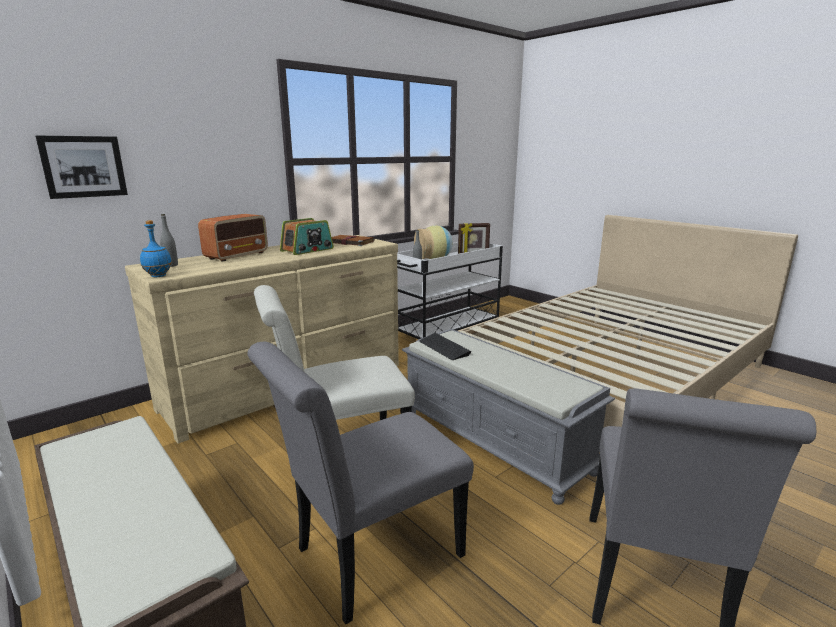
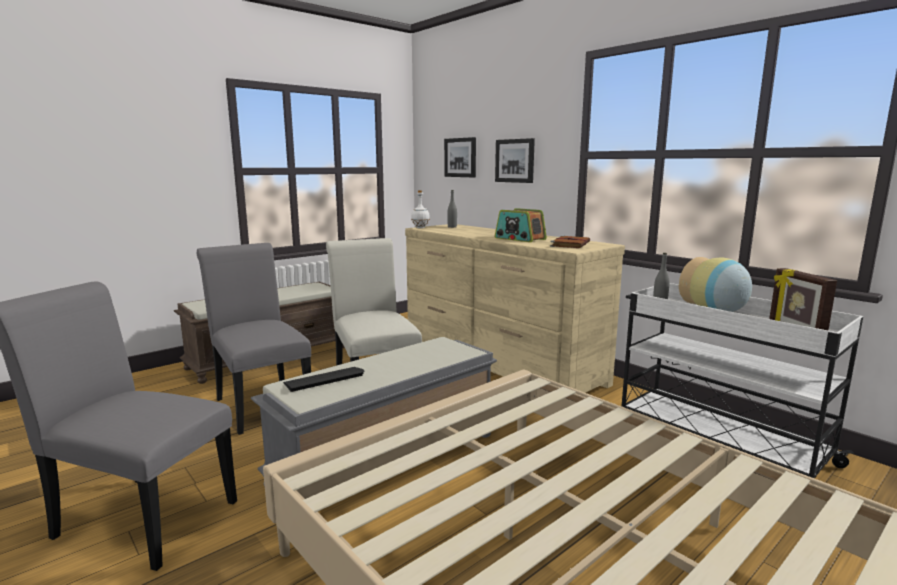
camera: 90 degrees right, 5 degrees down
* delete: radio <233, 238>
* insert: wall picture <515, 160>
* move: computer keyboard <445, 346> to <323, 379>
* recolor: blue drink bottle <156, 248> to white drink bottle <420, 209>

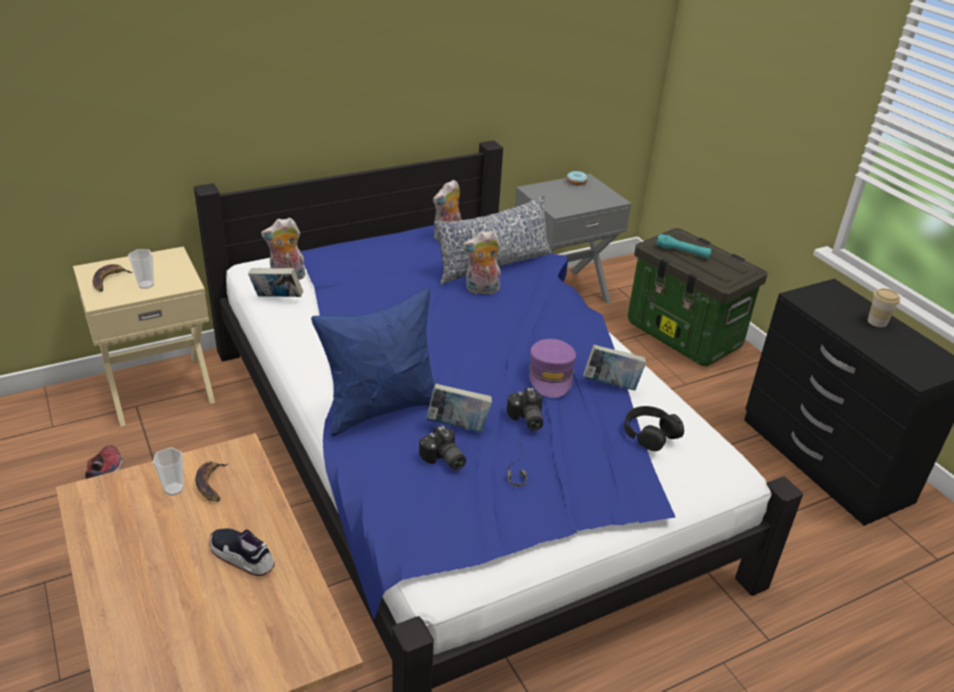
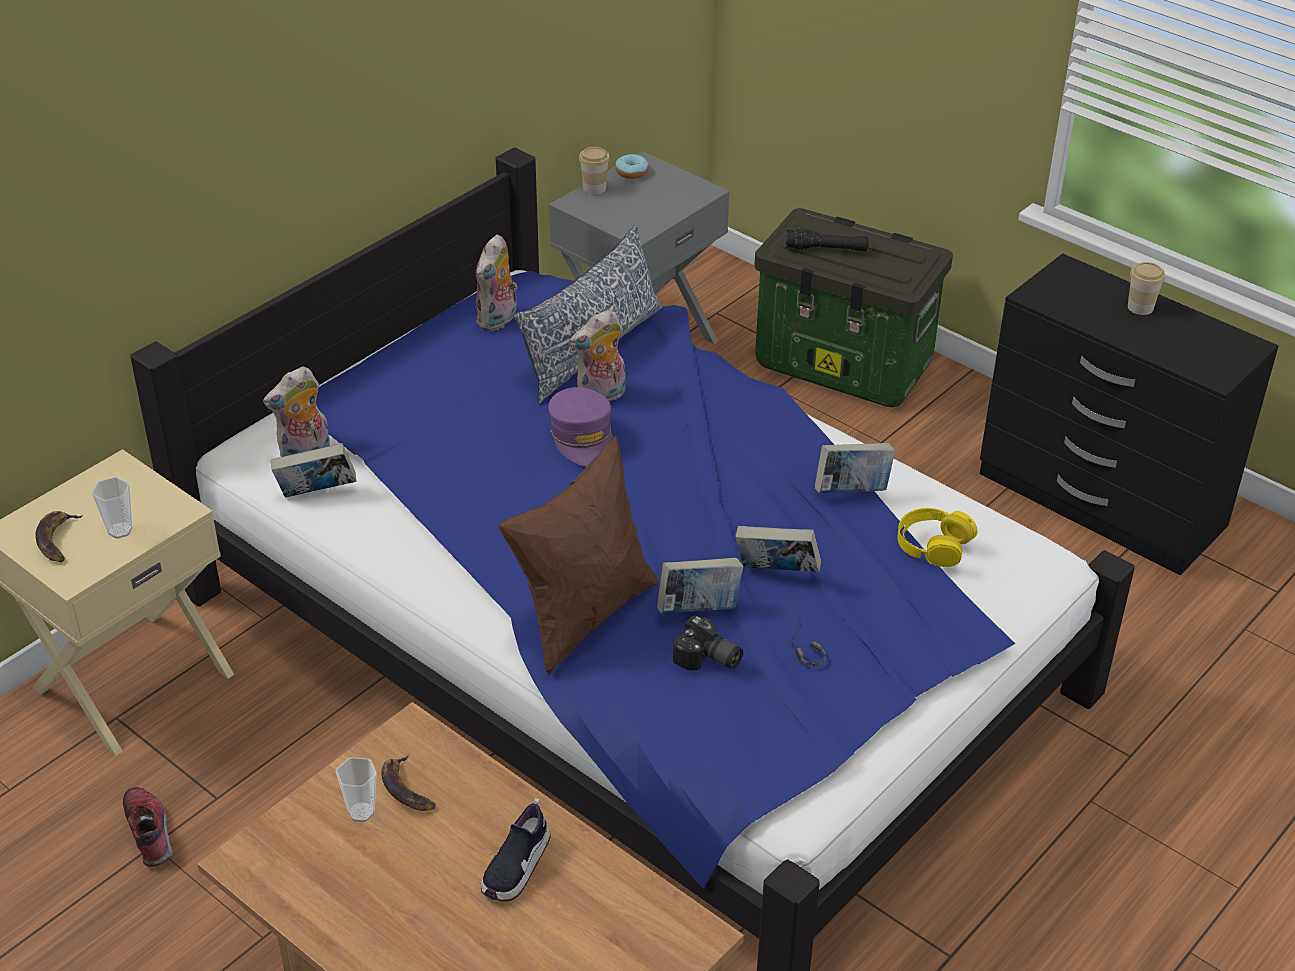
camera: 20 degrees left, 5 degrees up
* insert: cup <594, 171>
* move: purplish baseball cap <552, 368> to <580, 427>
* replace: still camera <525, 409> to volume <778, 549>
* recolor: blue pillow <373, 362> to brown pillow <578, 555>
* recolor: black-coloured headset <654, 428> to yellowish headset <937, 537>
* recolor: turquoise torch <684, 246> to black-coloured torch <827, 240>
* rotate: shoe <242, 552> = <516, 850> 75 degrees counterclockwise

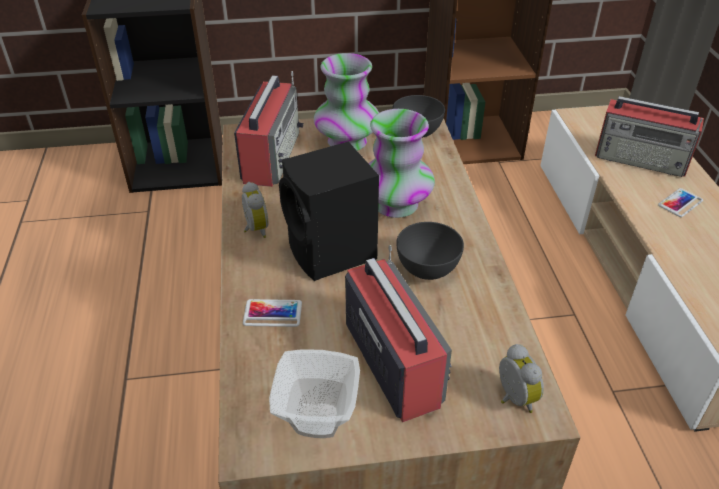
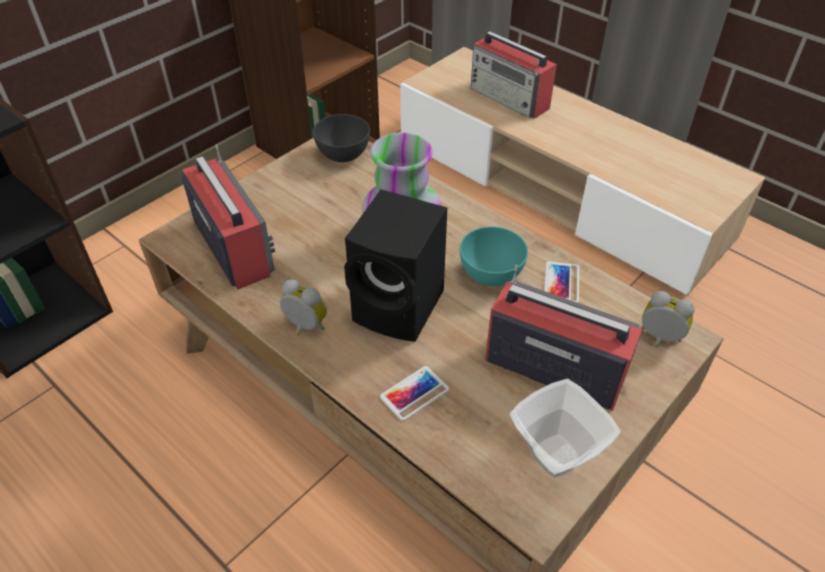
camera: 40 degrees left, 5 degrees up
* delete: decorative vase <346, 102>
* move: telephone <680, 202> to <561, 282>
* recolor: greyish serving bowl <430, 251> to turquoise serving bowl <494, 256>
* rotate: radio <649, 136> = <514, 75> 60 degrees clockwise

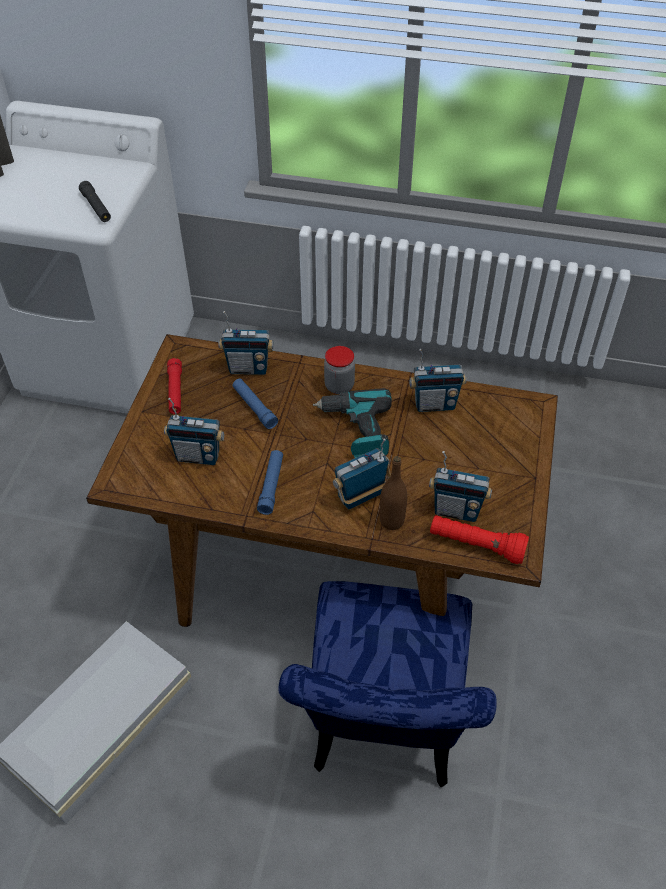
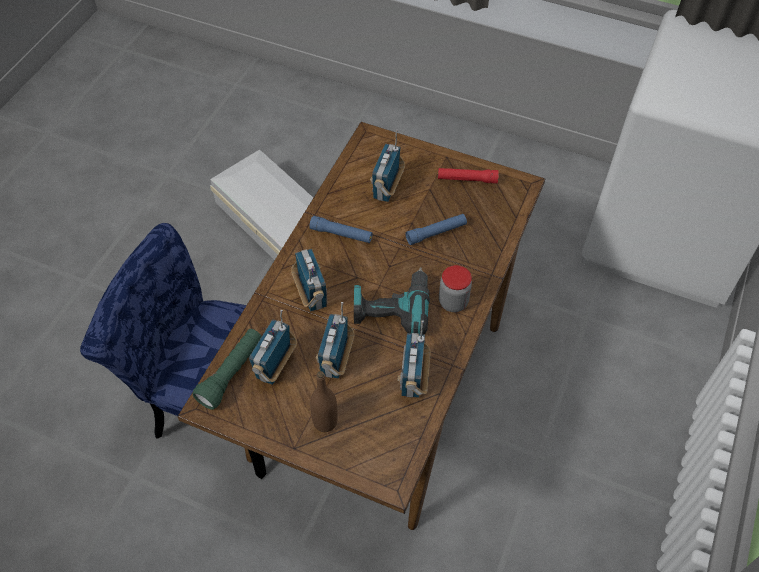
camera: 100 degrees right, 5 degrees up
* delete: black-coloured torch <95, 201>
* move: radio <246, 343> to <335, 340>
* move: brown drink bottle <393, 493> to <324, 401>
* recolor: red-coloured torch <479, 539> to green-coloured torch <227, 369>

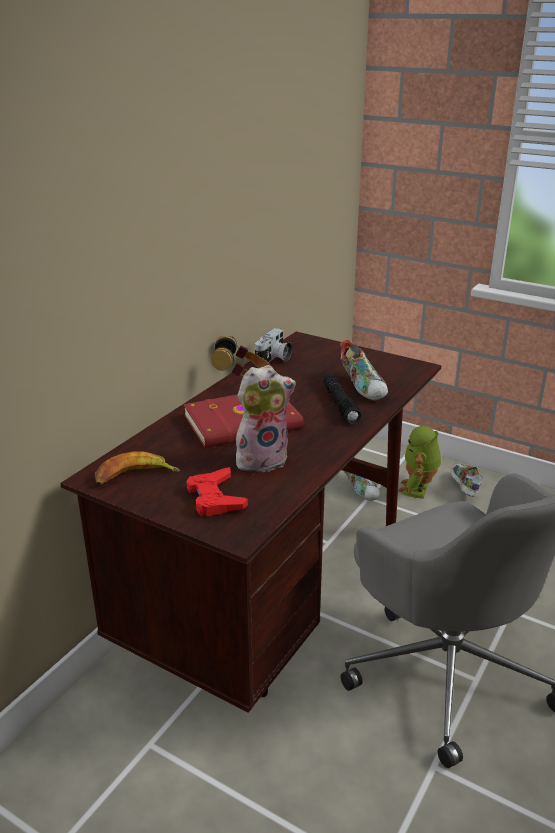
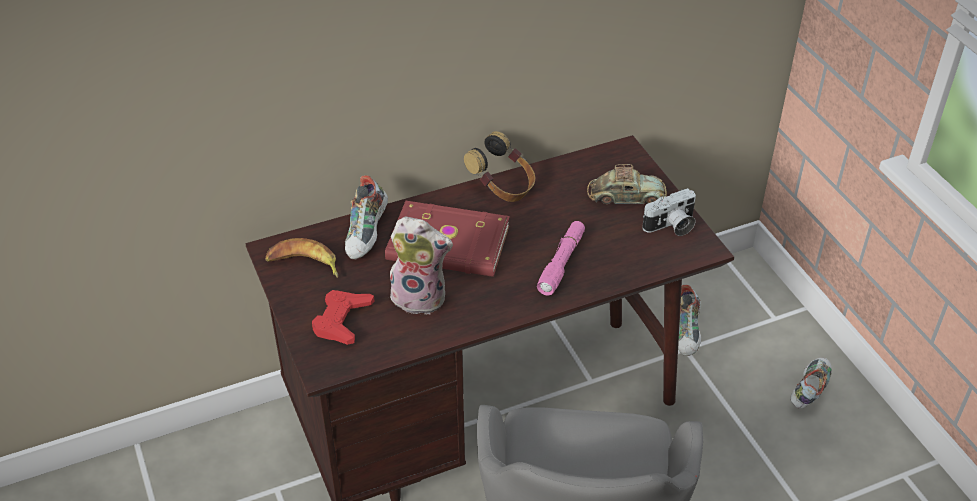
camera: 35 degrees right, 15 degrees up
* delete: toy robot <419, 462>
* insert: miniature car <627, 184>
* move: still camera <273, 345> to <669, 212>
* move: shoe <364, 370> to <366, 217>
* recolor: black-coloured torch <342, 399> to pinkish torch <561, 258>

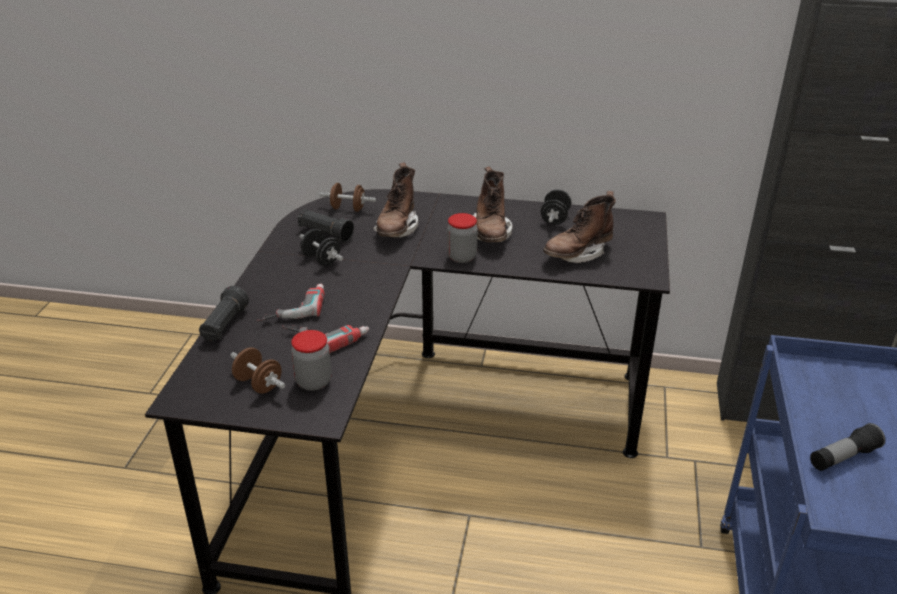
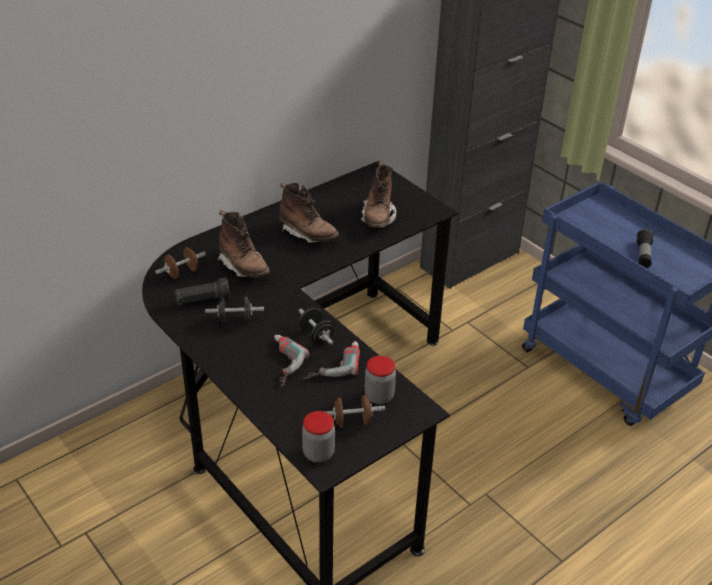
camera: 50 degrees left, 5 degrees up
* delete: black-coloured torch <224, 313>
* move: jar <462, 238> to <318, 437>
* move: black-coloured hand weight <556, 207> to <316, 326>

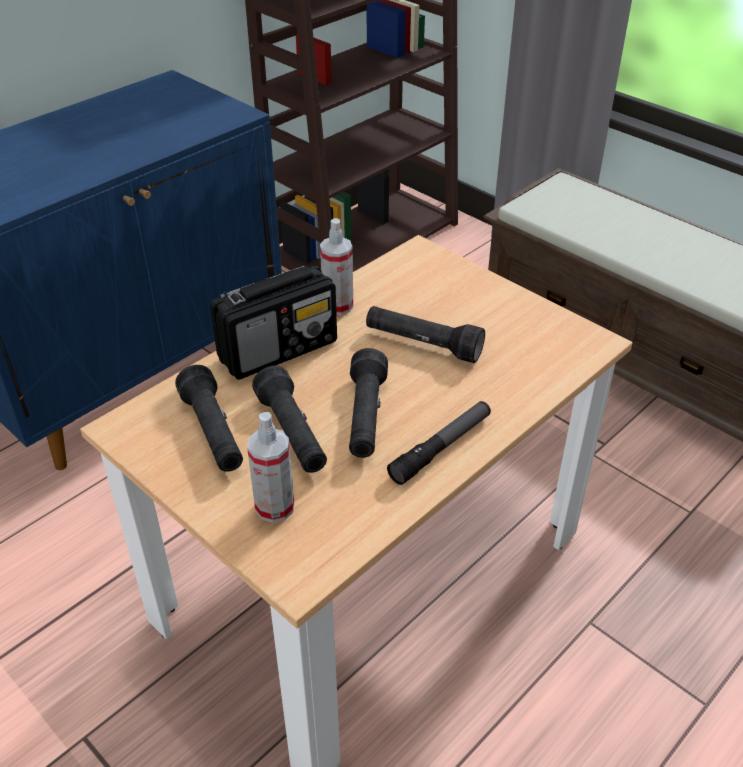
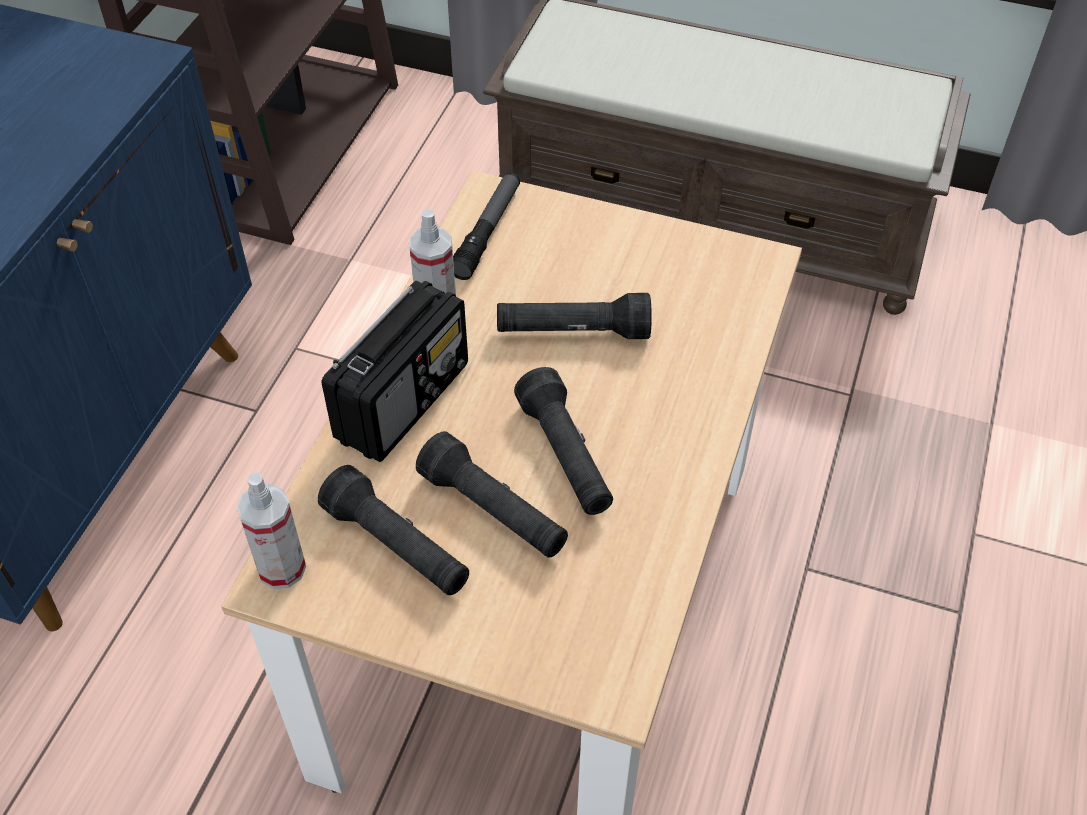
camera: 25 degrees left, 10 degrees up
* move: hand sprayer <270, 467> to <271, 530>
* move: torch <439, 443> to <486, 226>

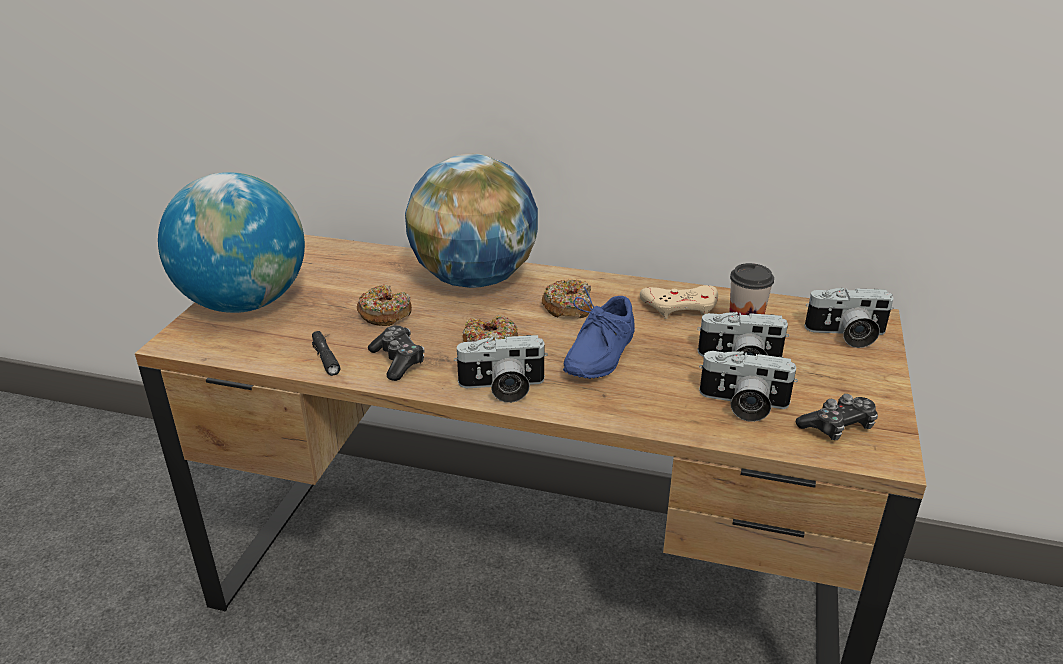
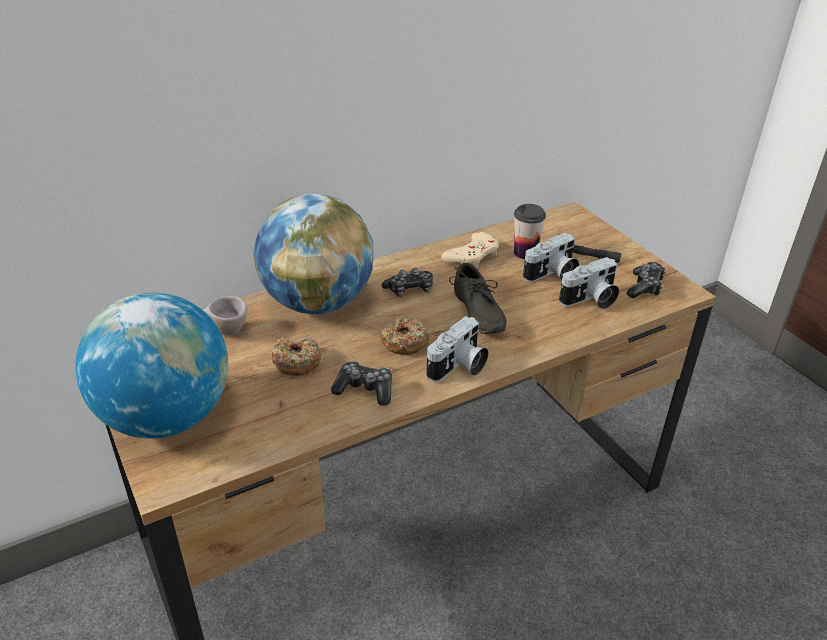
camera: 45 degrees left, 5 degrees up
* delete: still camera <848, 318>
* insert: beige cup <225, 316>
* move: black-coloured torch <326, 353> to <597, 254>
* replace: ring doughnut <567, 299> to joypad <407, 282>
* recolor: blue shoe <599, 333> to greyish shoe <478, 298>

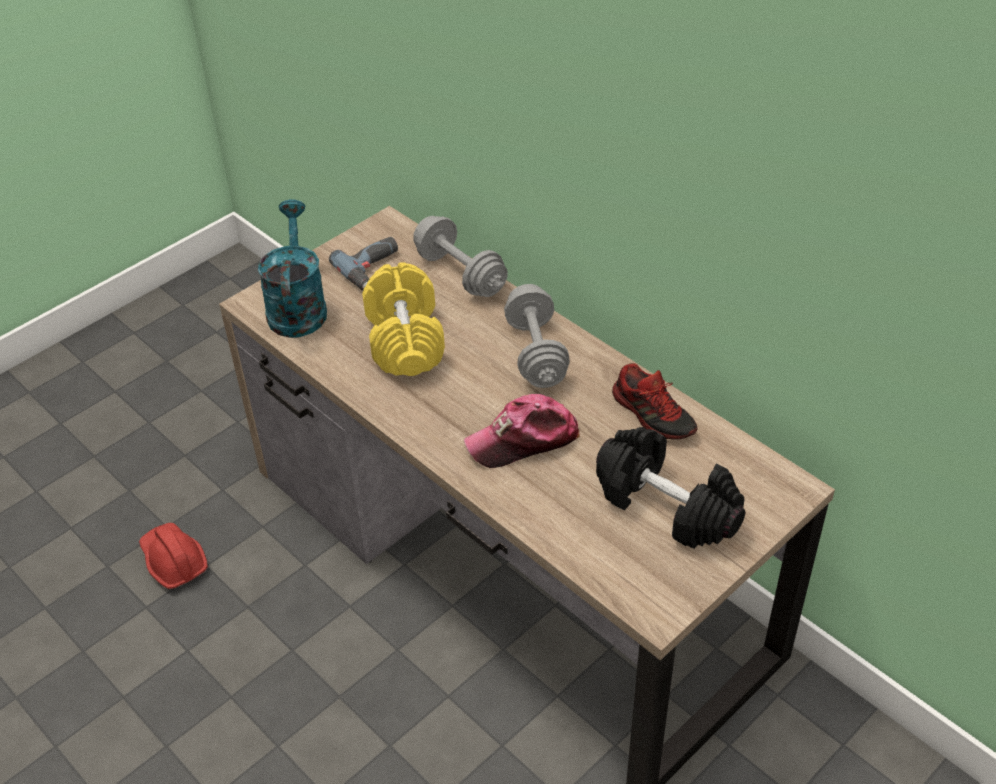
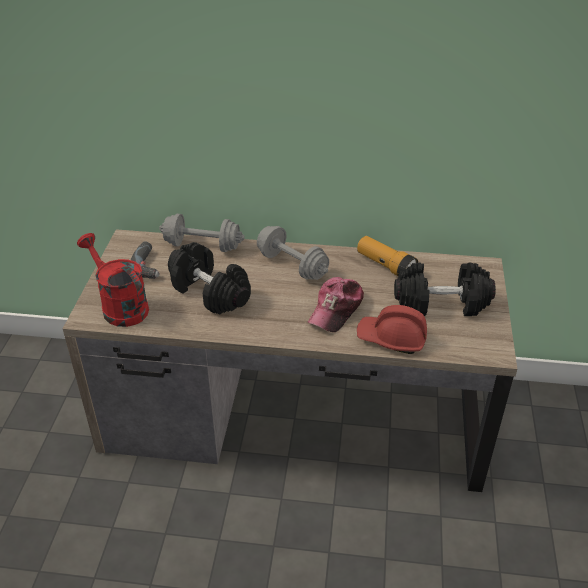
camera: 40 degrees left, 5 degrees down
* move: red-coloured hard hat <173, 556> to <392, 329>
* replace: shoe <655, 401> to torch <387, 256>
* recolor: turquoise watering pot <292, 268> to red-coloured watering pot <113, 280>
* recolor: yellowish hand weight <403, 319> to black-coloured hand weight <209, 278>

